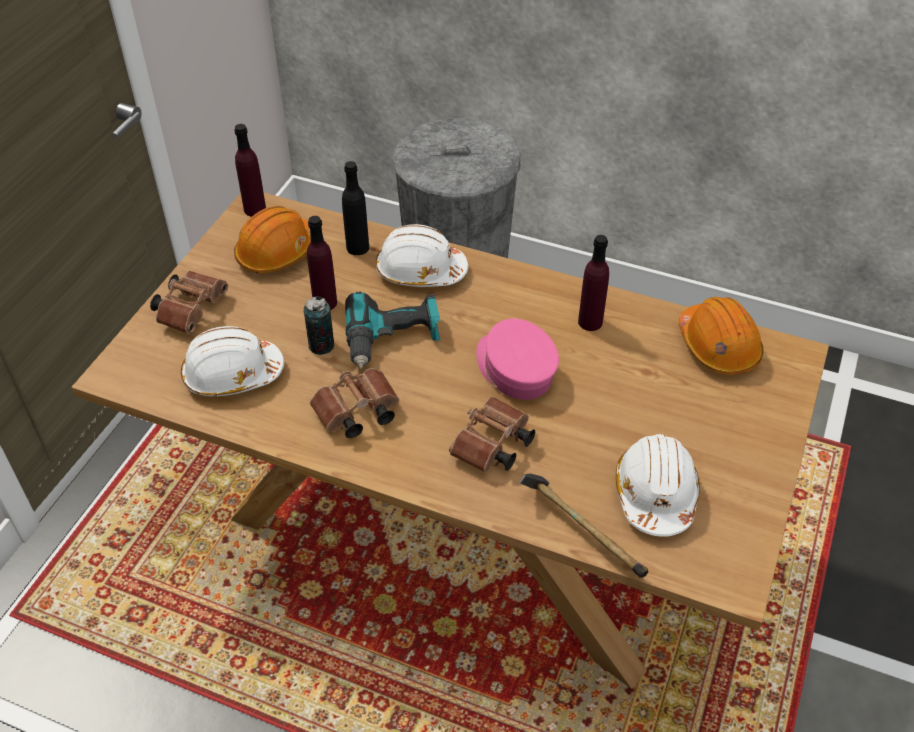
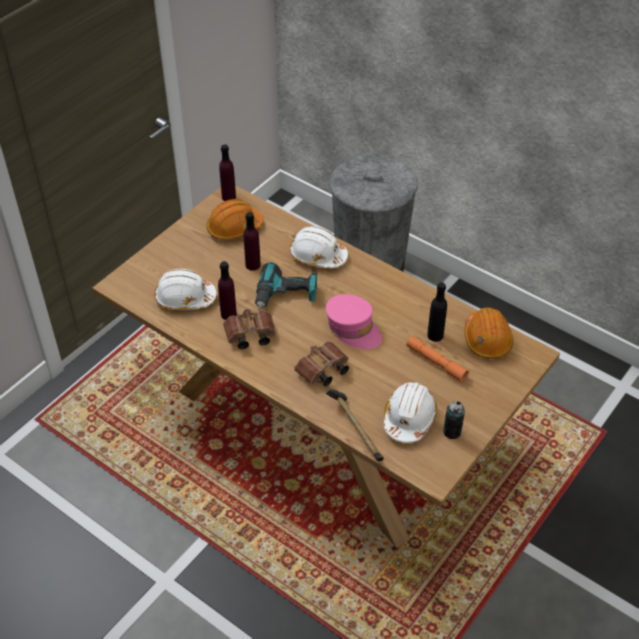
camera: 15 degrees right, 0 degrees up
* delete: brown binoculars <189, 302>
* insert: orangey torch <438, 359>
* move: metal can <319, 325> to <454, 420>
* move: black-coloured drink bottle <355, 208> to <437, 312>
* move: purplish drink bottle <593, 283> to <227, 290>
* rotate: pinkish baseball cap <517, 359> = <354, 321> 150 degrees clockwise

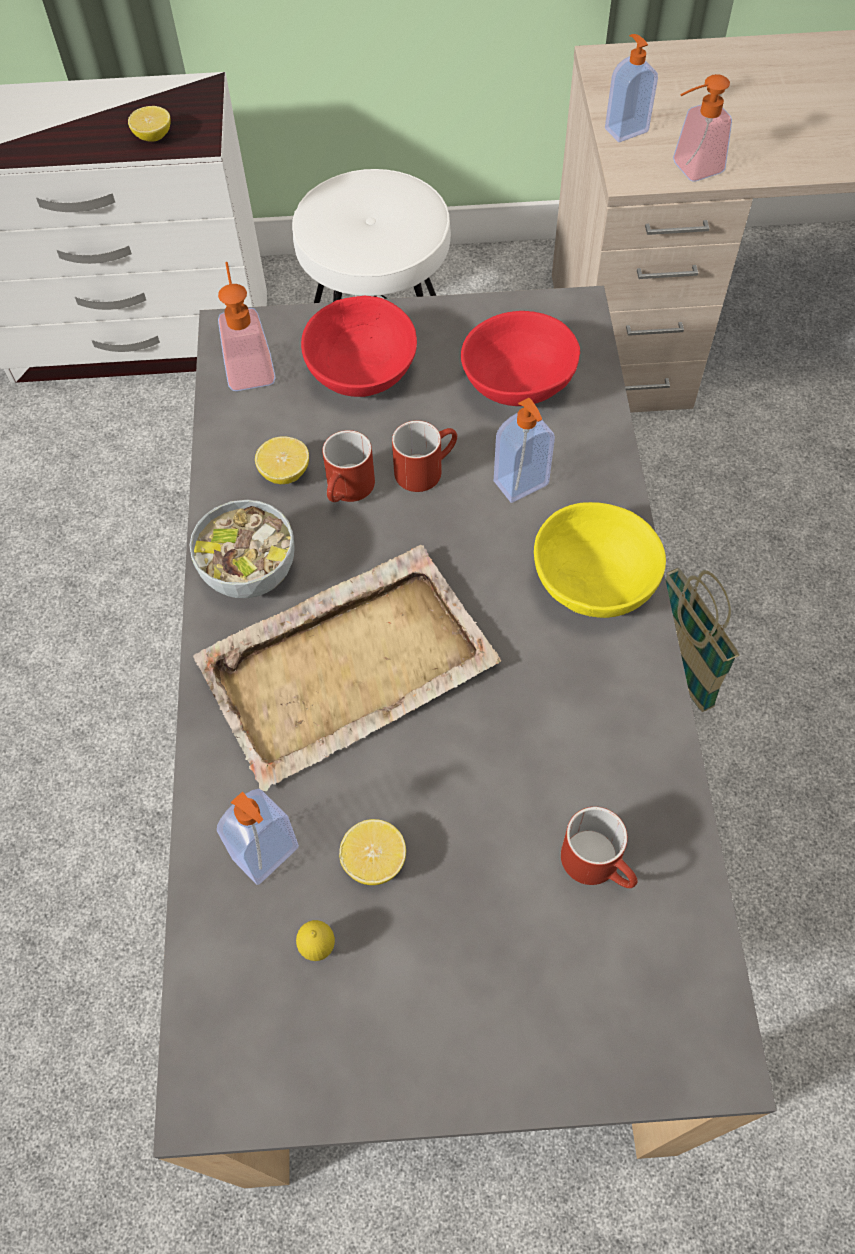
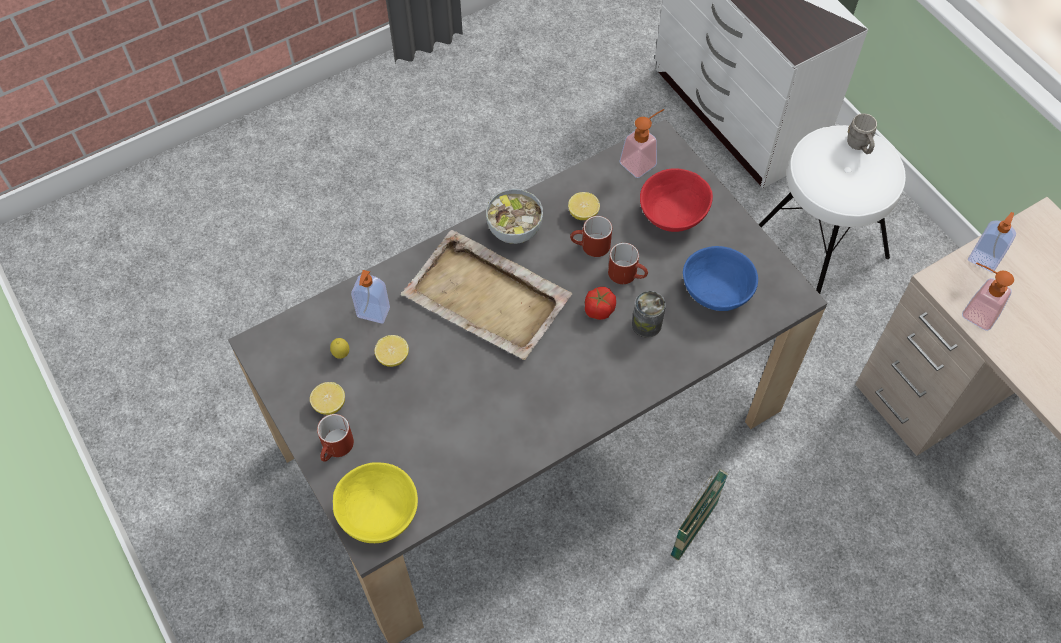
camera: 60 degrees right, 0 degrees up
* insert: tomato <600, 303>
* insert: greyish coffee mug <862, 133>
* move: citrus fruit <149, 123> to <327, 398>
* move: yellowish serving bowl <600, 560> to <375, 502>
* move: red-coloured coffee mug <599, 847> to <335, 438>
* replace: soap dispenser <524, 450> to metal can <649, 314>
* recolor: red-coloured serving bowl <520, 358> to blue serving bowl <720, 278>

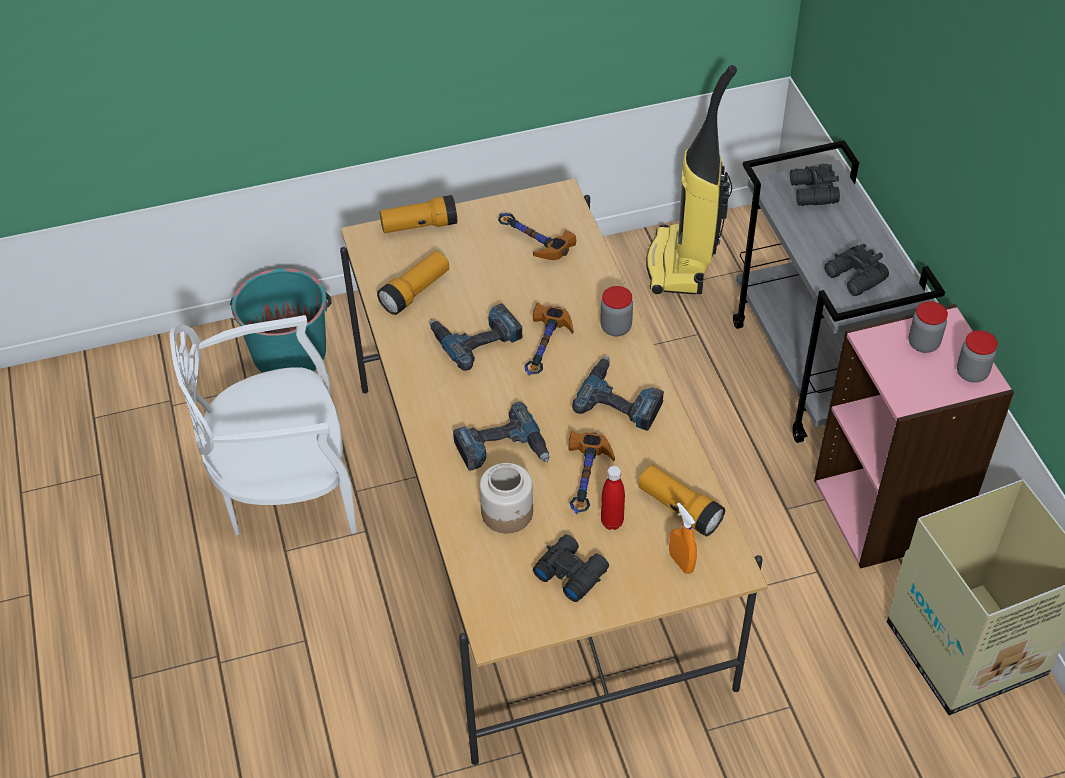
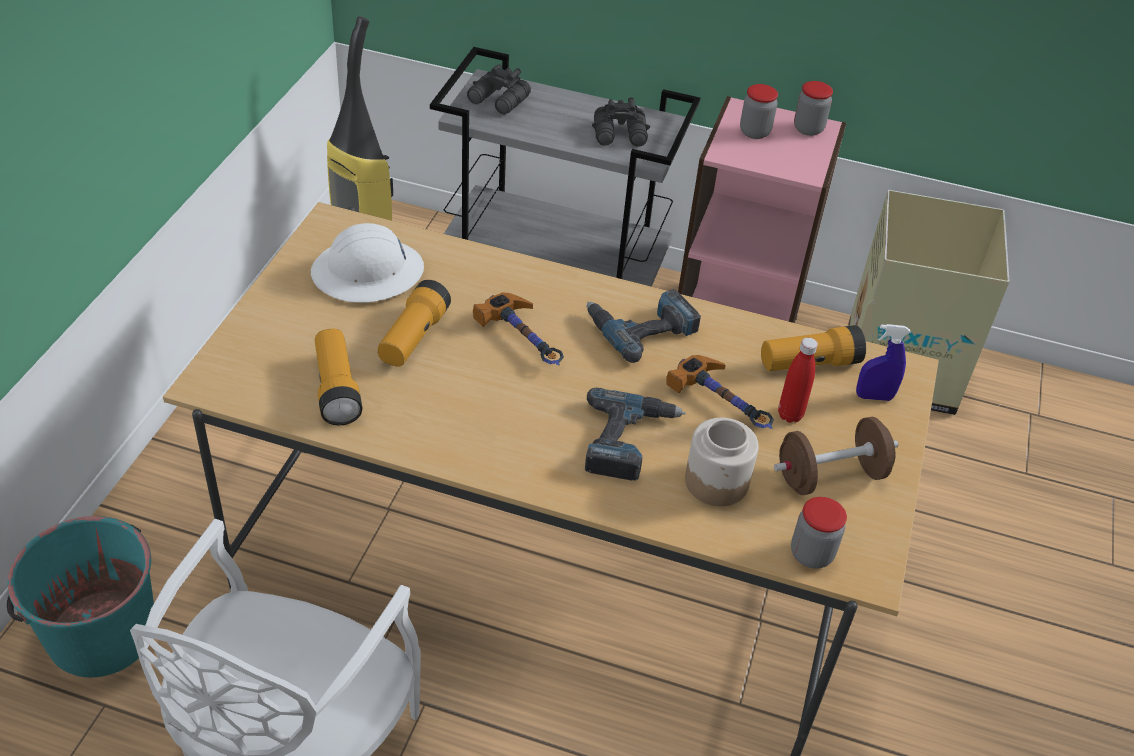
camera: 60 degrees left, 5 degrees down
* delete: electric drill <476, 337>
* move: torch <418, 214> to <414, 323>
* move: jar <616, 311> to <819, 533>
* replace: hammer <537, 236> to white hard hat <367, 263>
* replace: black-coloured binoculars <571, 568> to brown hand weight <836, 456>
* recolor: orangey hand sprayer <683, 538> to blue hand sprayer <883, 362>

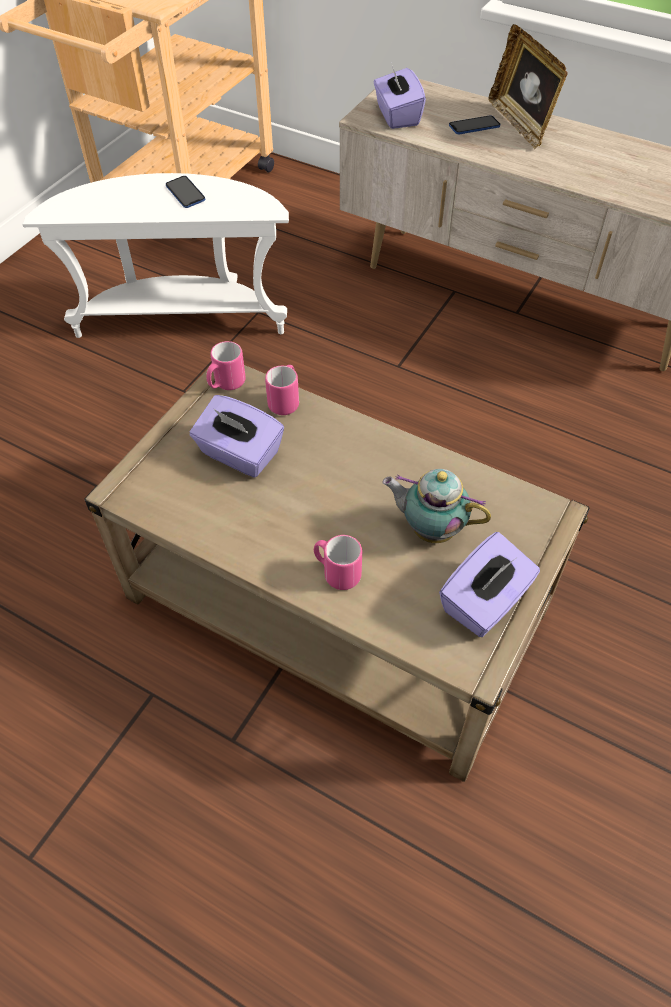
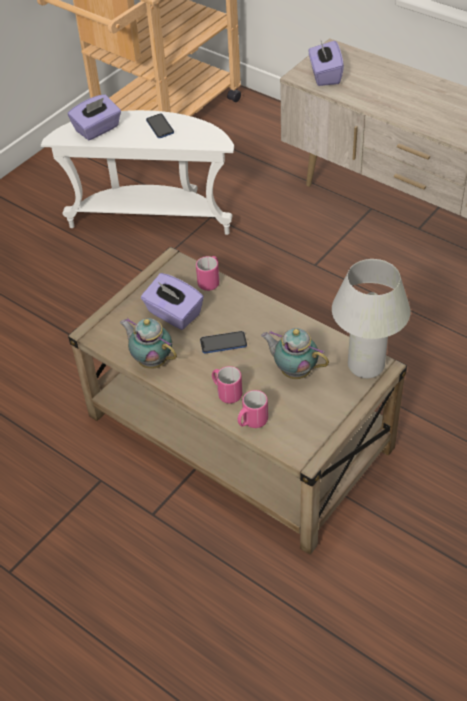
camera: 10 degrees right, 5 degrees down
* delete: photo frame <528, 86>
* insert: tea pot <148, 343>
* insert: white tabletop lamp <371, 318>
* move: pinkish coffee mug <226, 365> to <252, 409>
* move: purplish tissue holder <489, 584> to <94, 117>
* move: telephone <474, 124> to <223, 342>

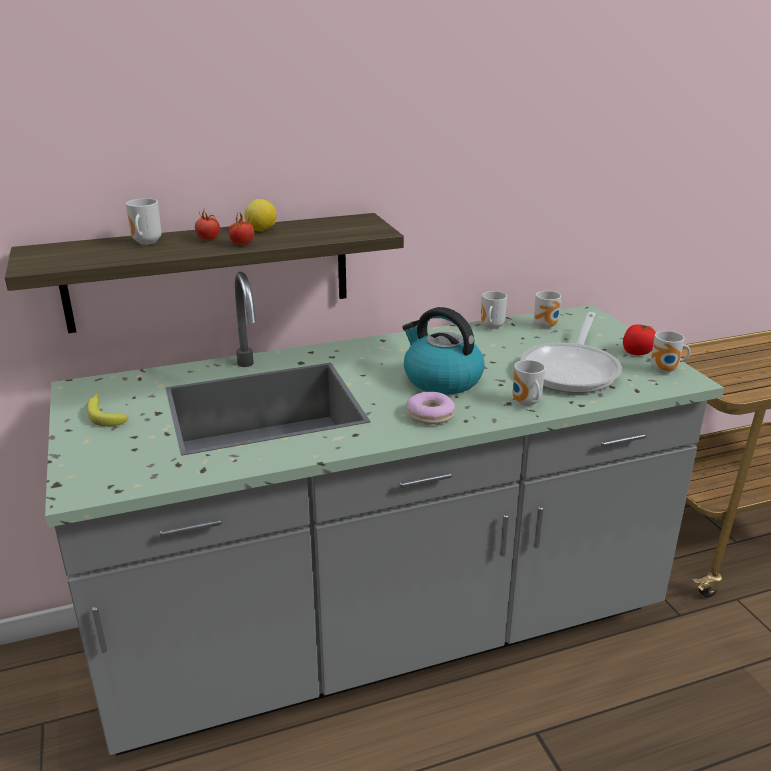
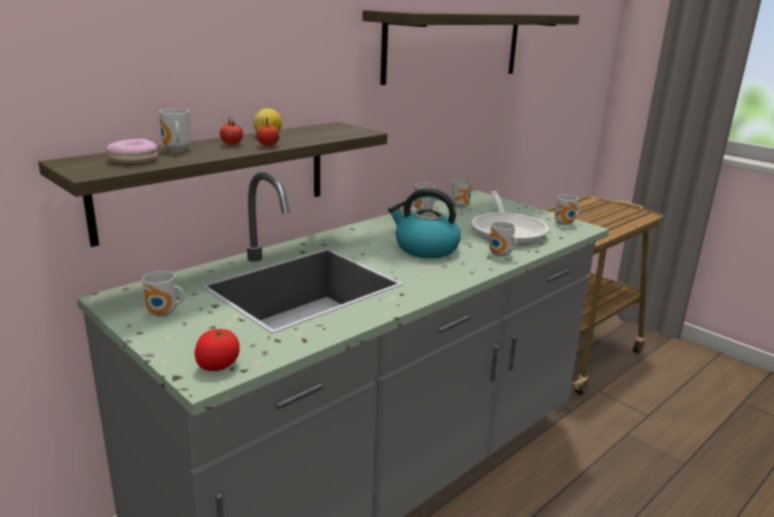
camera: 25 degrees left, 5 degrees down
* insert: shelf <471, 47>
* move: ring doughnut <430, 408> to <132, 151>
* move: tomato <639, 339> to <217, 350>
* replace: banana <108, 409> to coffee mug <163, 294>

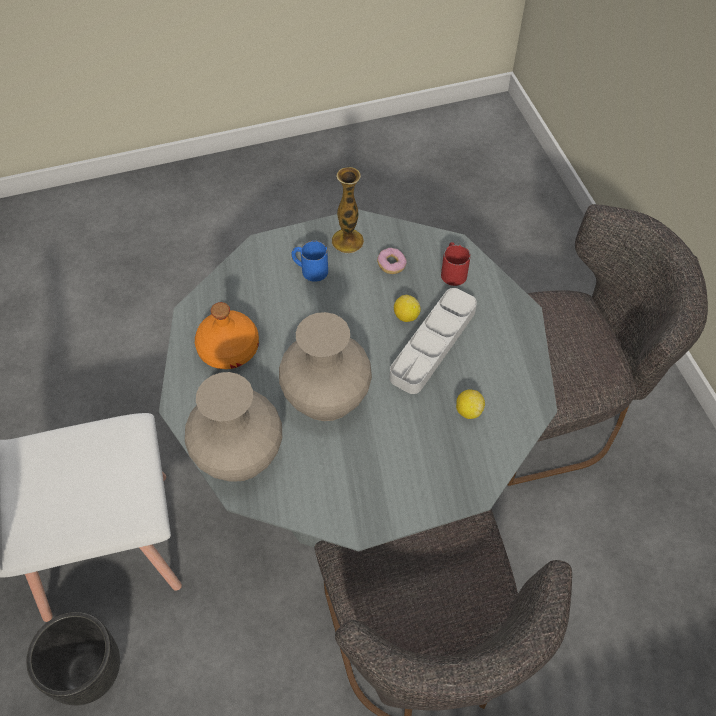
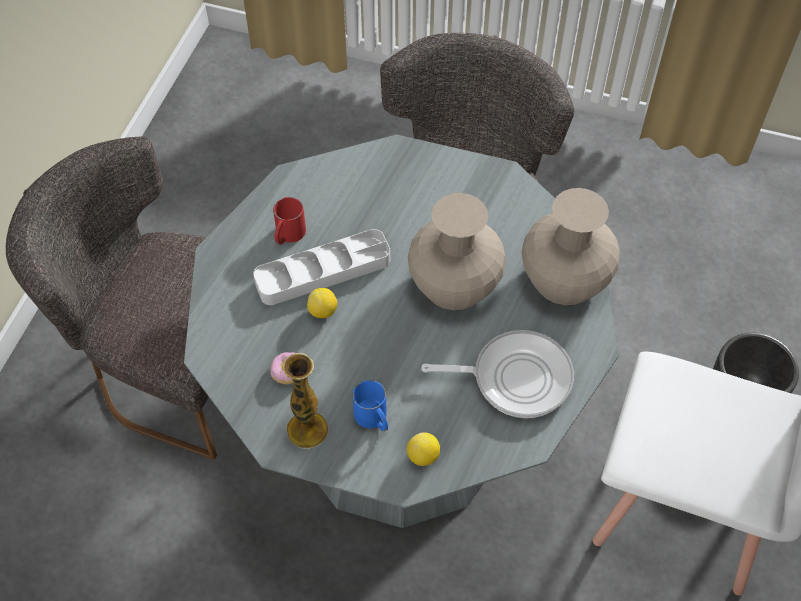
camera: 145 degrees left, 0 degrees up
* move: red-coloured coffee mug <456, 264> to <289, 221>
* move: citrus fruit <470, 404> to <423, 449>
* replace: orangey drink bottle <227, 335> to pan <497, 374>

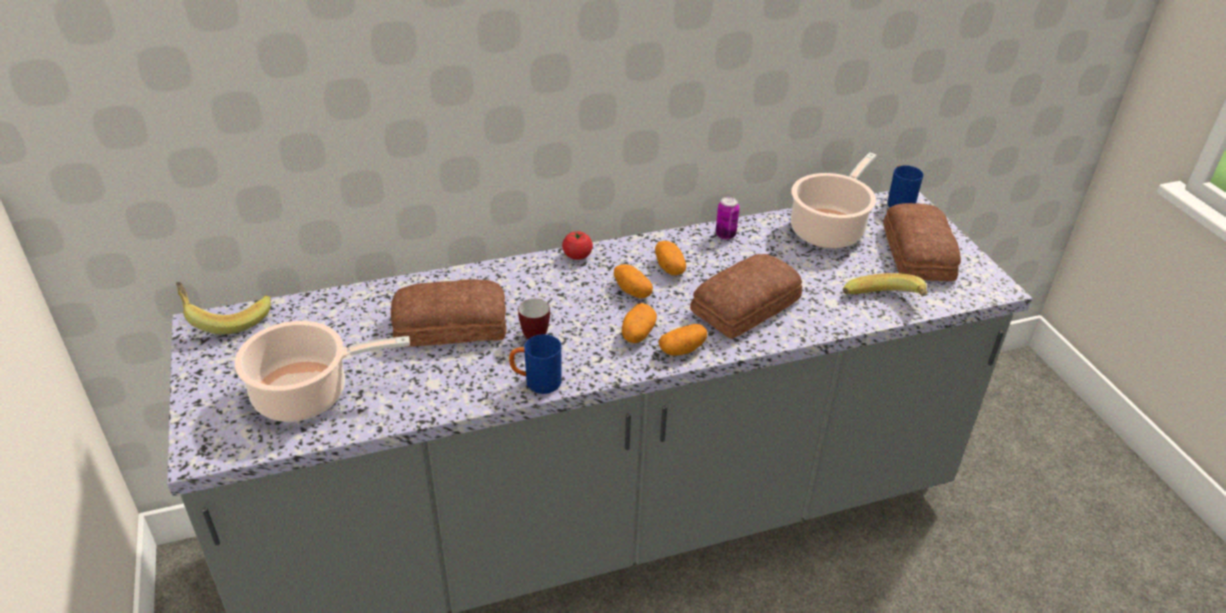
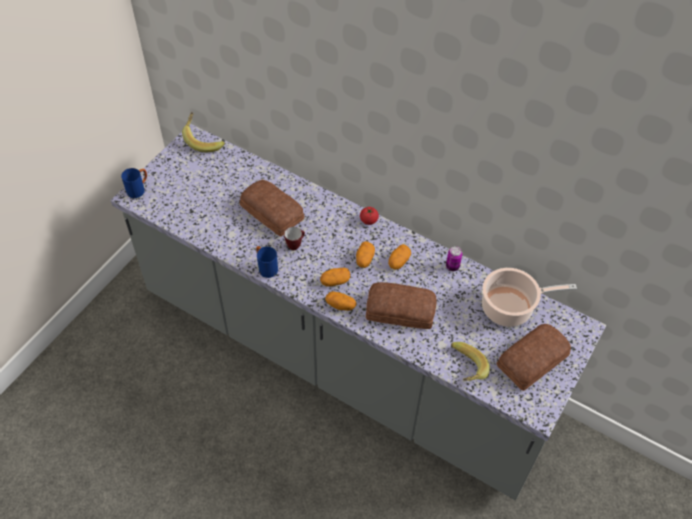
camera: 50 degrees right, 15 degrees up
* delete: stockpot <322, 371>
* move: blue coffee mug <905, 186> to <134, 183>

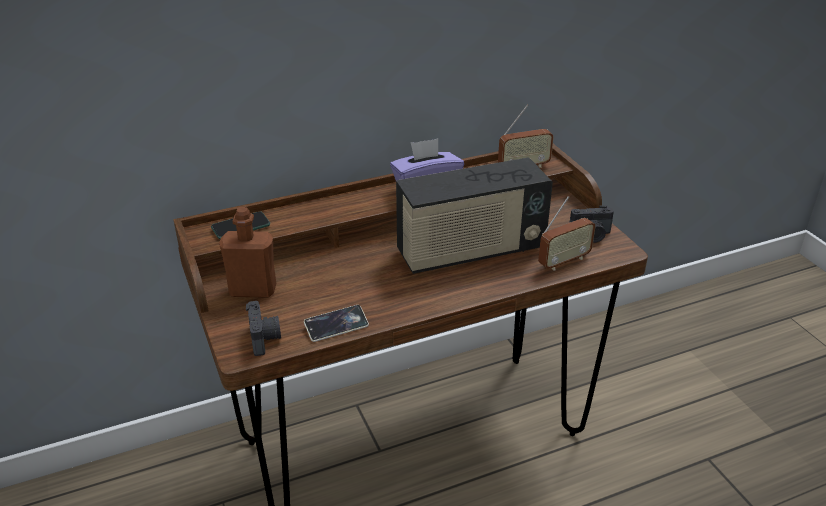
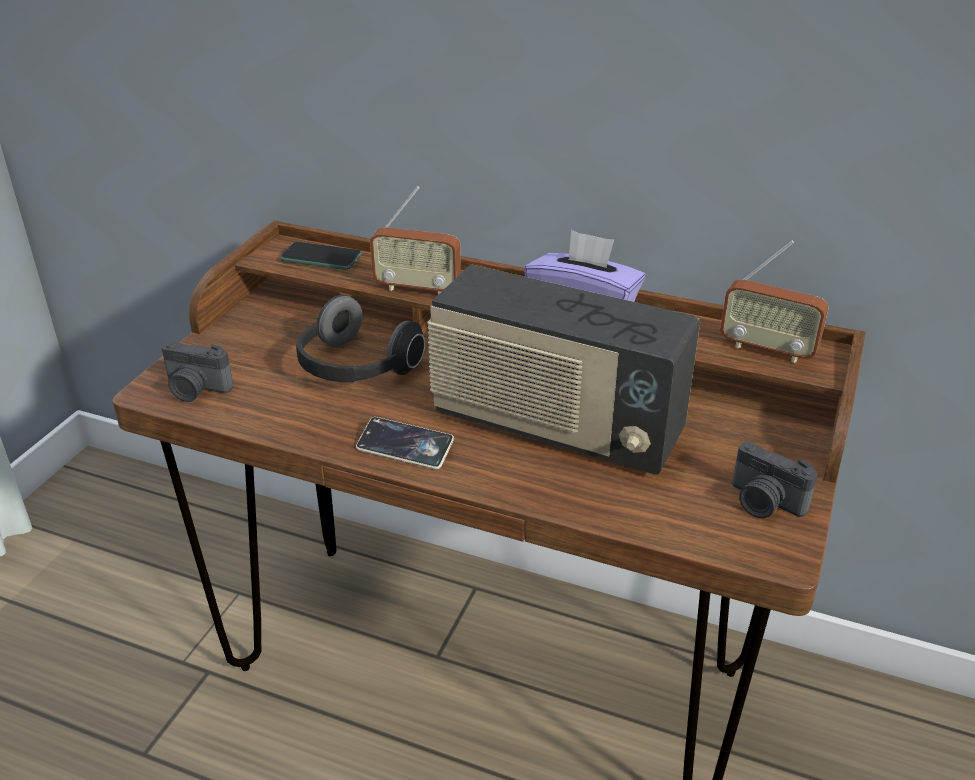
camera: 45 degrees right, 0 degrees up
* delete: brown drink bottle <247, 252>
* insert: headset <360, 339>
* move: telephone <336, 323> to <405, 443>
* move: radio <566, 233> to <415, 240>
* rotate: still camera <263, 328> = <197, 371> 75 degrees clockwise

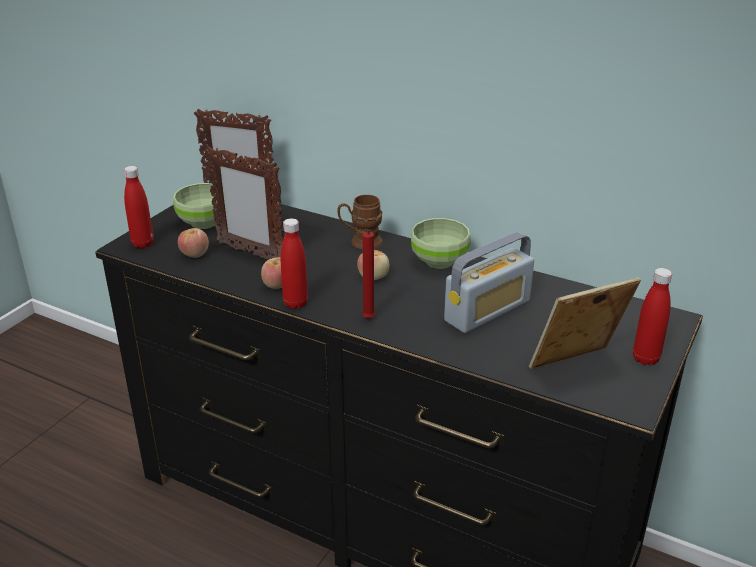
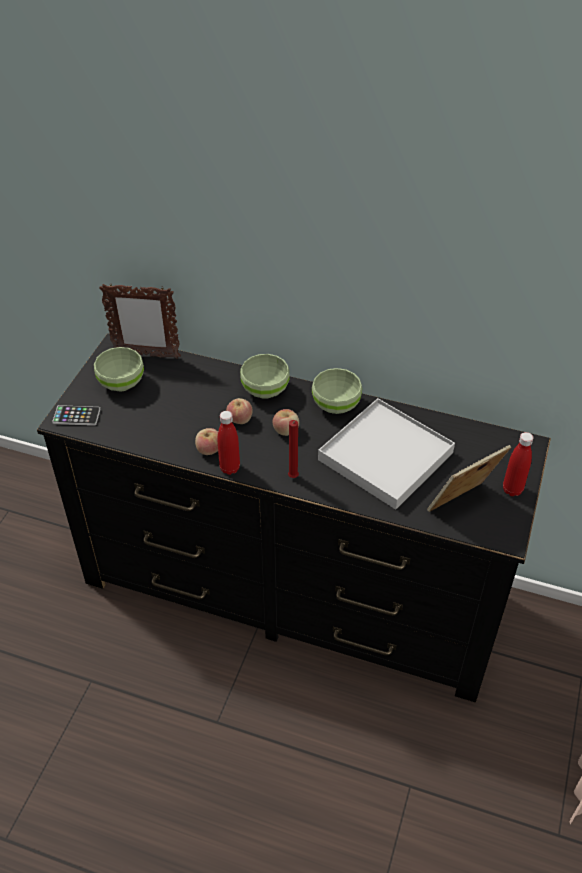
camera: 10 degrees left, 15 degrees up
* delete: photo frame <244, 202>
* move: apple <193, 243> to <239, 411>
* replace: red-coloured drink bottle <139, 207> to telephone <76, 415>
* replace: brown coffee mug <360, 222> to green-coloured serving bowl <265, 376>
* replace: radio <489, 282> to white tray <386, 454>

